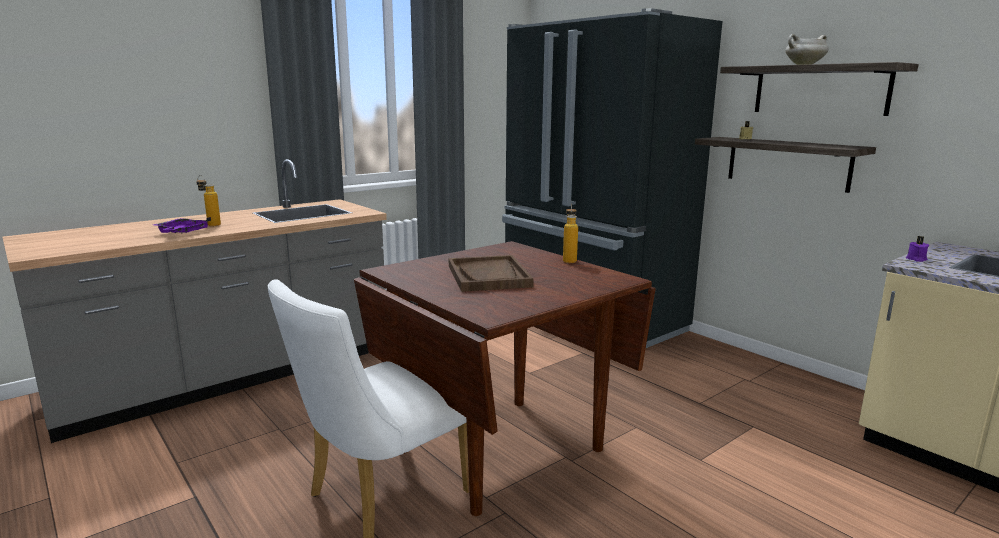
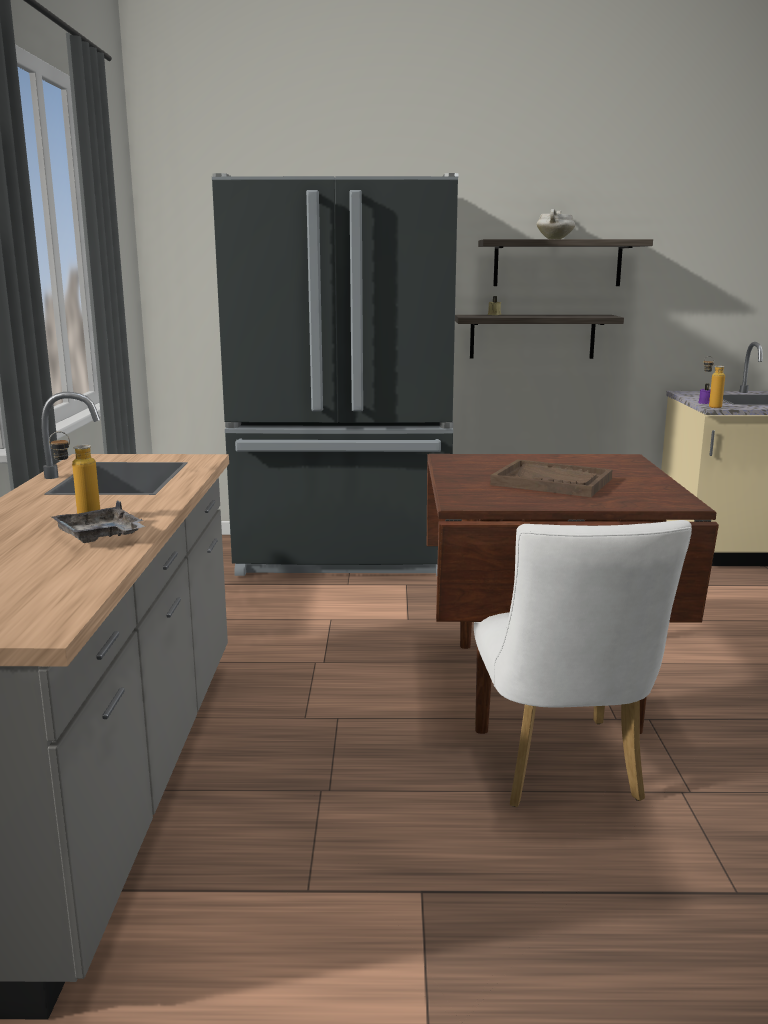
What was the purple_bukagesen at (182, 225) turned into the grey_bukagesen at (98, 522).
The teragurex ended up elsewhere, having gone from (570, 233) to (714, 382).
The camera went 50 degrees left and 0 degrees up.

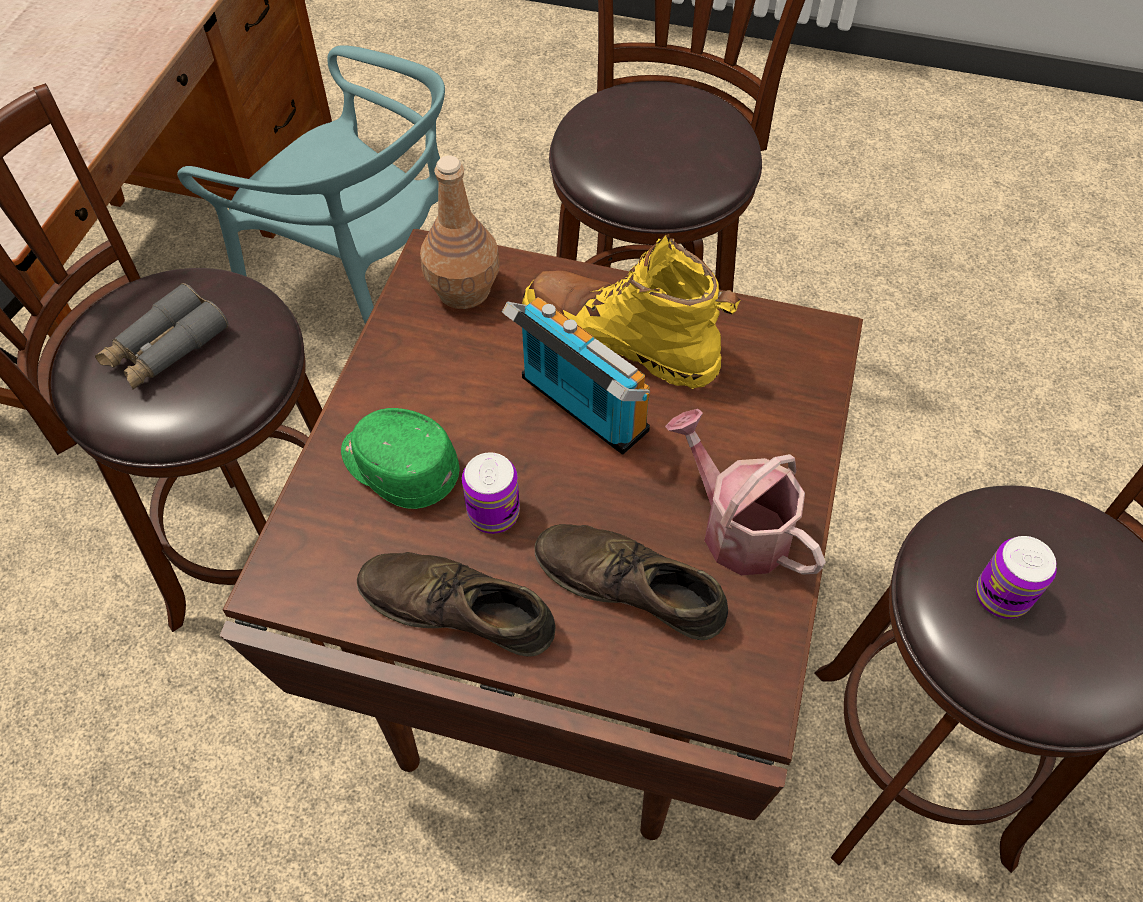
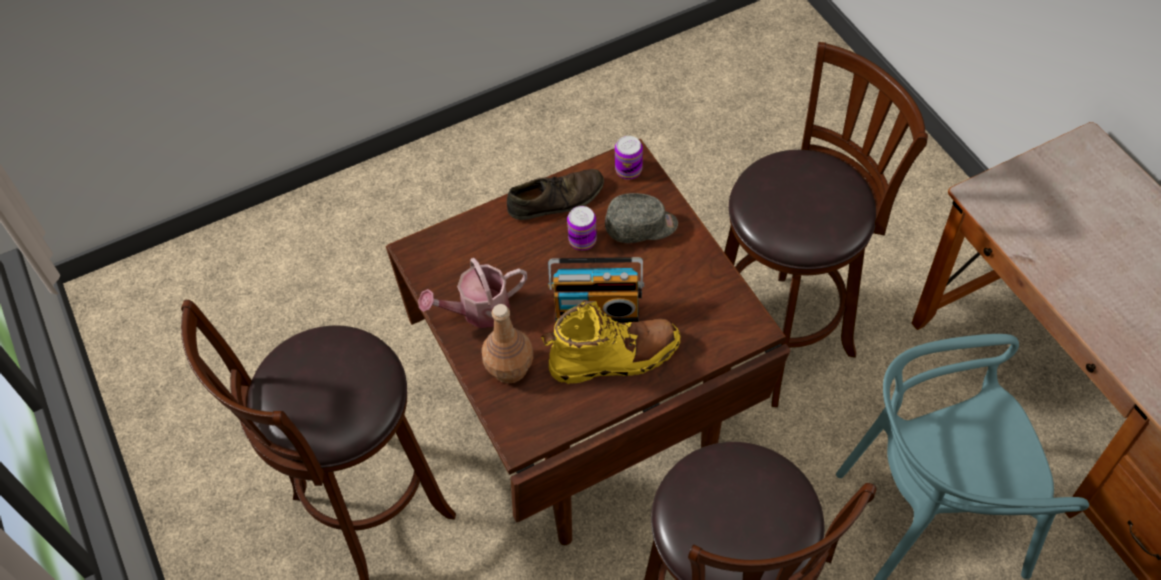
The second view lost the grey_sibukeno at (161, 336).
What was the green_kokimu at (400, 458) turned into the grey_kokimu at (641, 218).
The brown_teragurex ended up elsewhere, having gone from (460, 232) to (507, 343).
The second view lost the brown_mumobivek at (631, 582).
The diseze at (745, 492) ended up facing another way, 150 degrees clockwise from before.
The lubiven ended up elsewhere, having gone from (1016, 577) to (629, 158).
The camera went 140 degrees right and 0 degrees up.

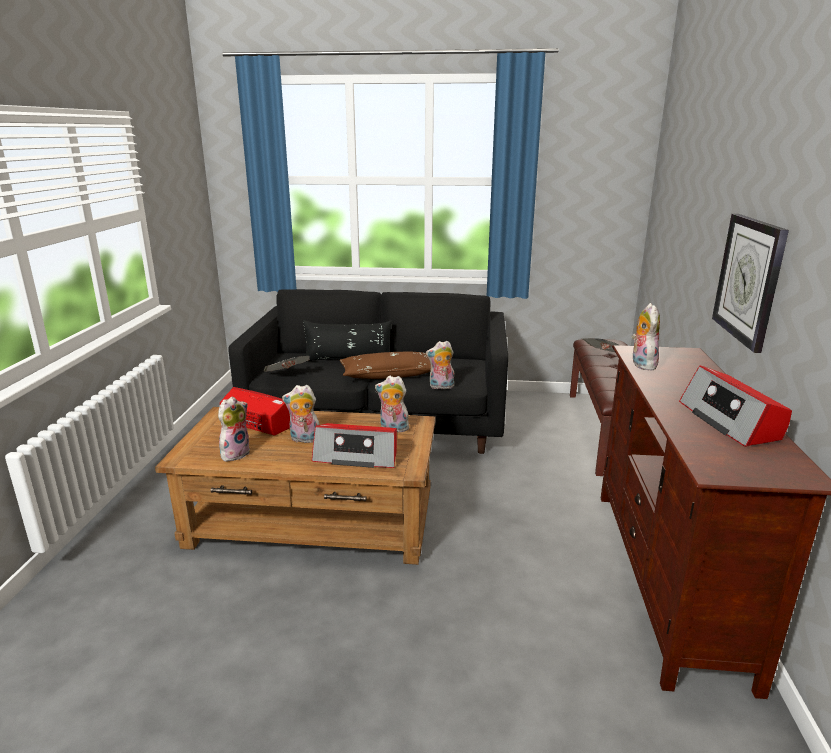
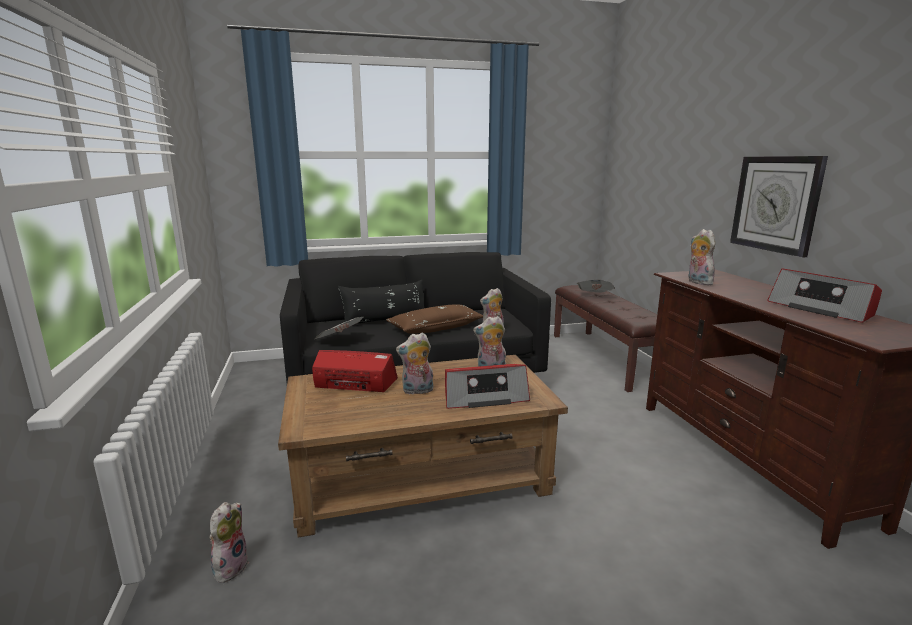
The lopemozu ended up elsewhere, having gone from (234, 429) to (229, 542).
The camera went 20 degrees left and 5 degrees down.

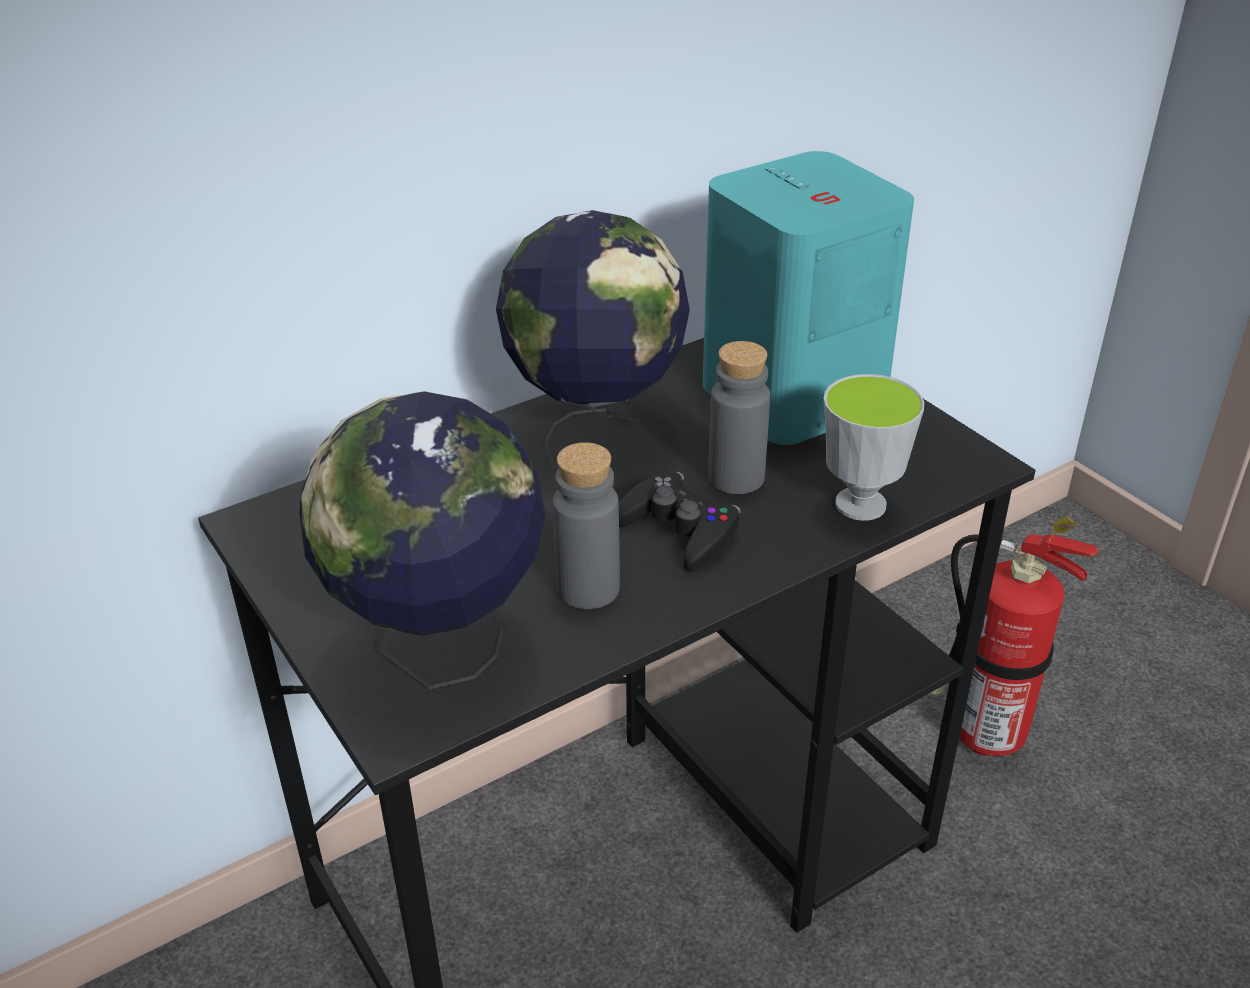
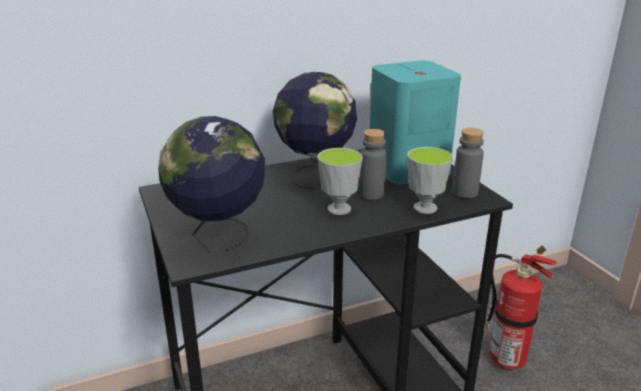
The grey_teragurex ended up elsewhere, having gone from (586, 525) to (468, 163).
Where the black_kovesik stood at (680, 521), the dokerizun came to stand at (340, 181).
The camera went 10 degrees right and 10 degrees down.

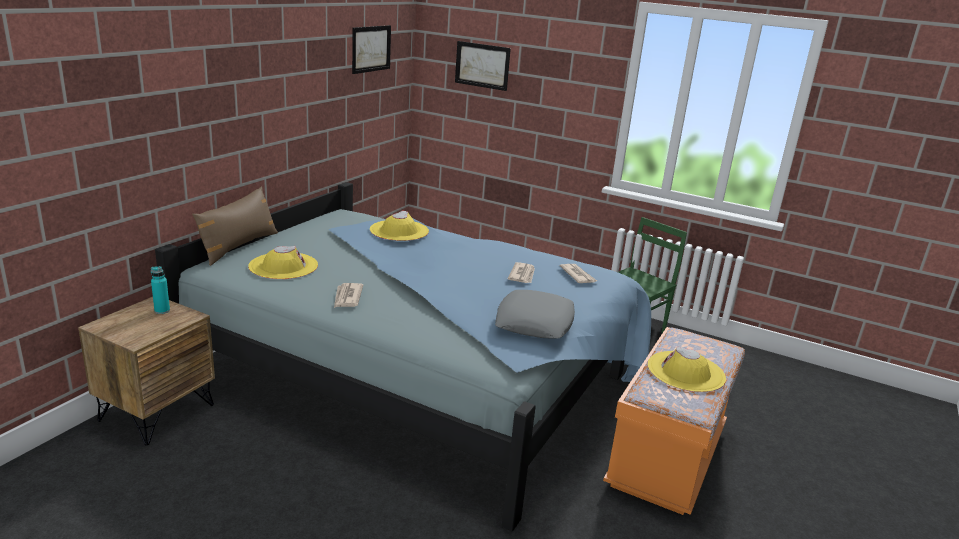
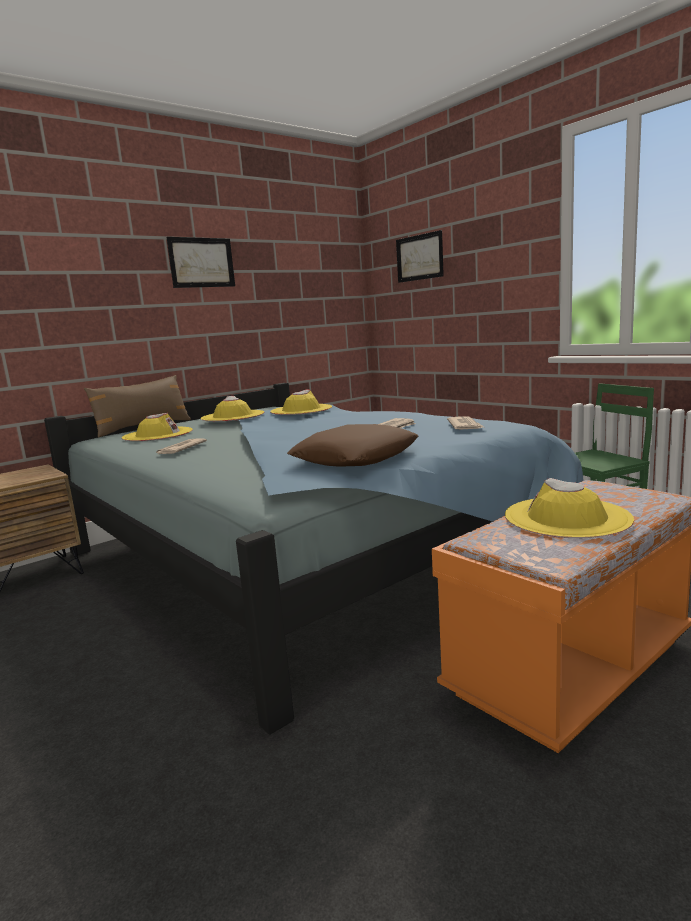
The second view lost the turquoise_teragurex at (160, 290).
The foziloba ended up elsewhere, having gone from (371, 49) to (200, 262).
What was the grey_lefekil at (535, 314) turned into the brown_lefekil at (352, 445).
The second view gained the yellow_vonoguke at (232, 409).
The camera went 25 degrees right and 10 degrees down.

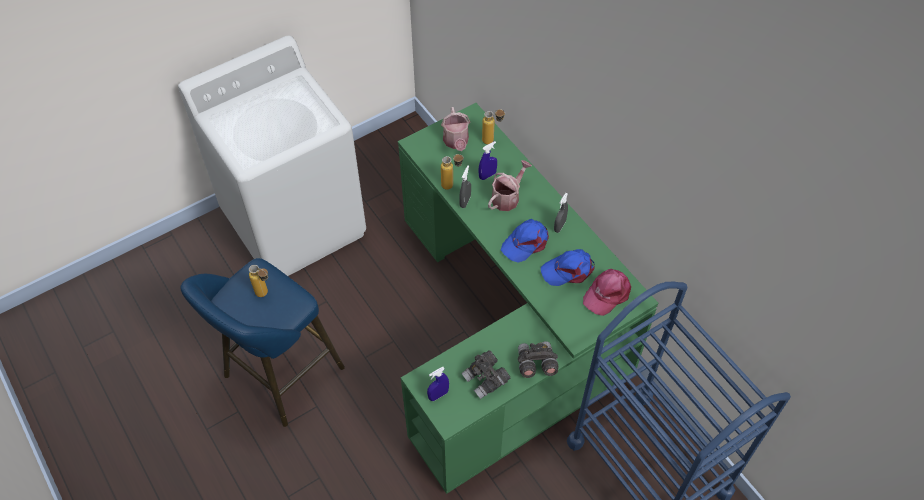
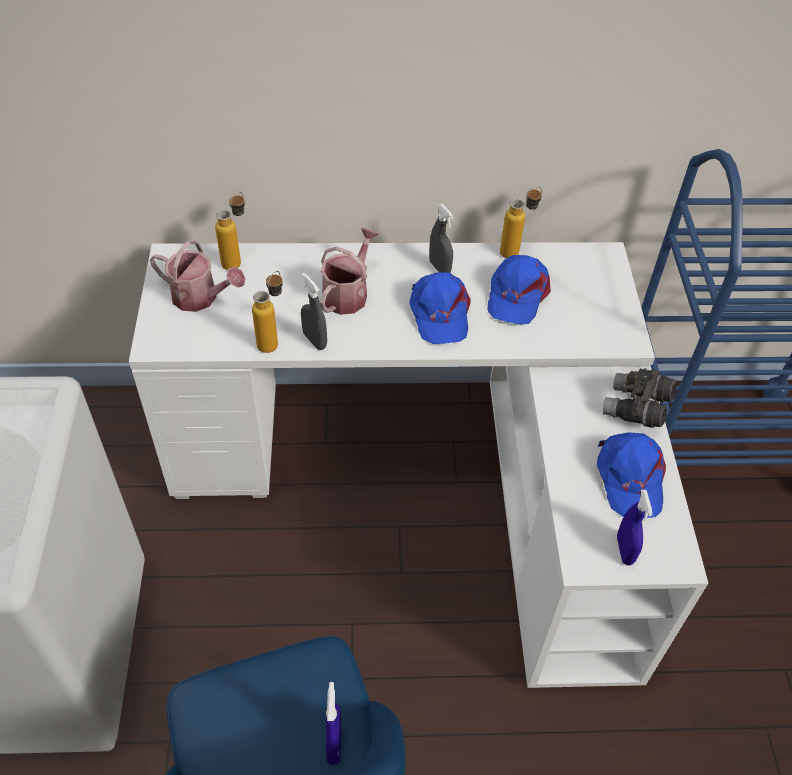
The teragurex ended up elsewhere, having gone from (258, 281) to (521, 222).
What was the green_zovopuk at (528, 298) turned into the white_zovopuk at (418, 465).
Where the grey_sibukeno stood at (485, 374), the blue_kokimu came to stand at (631, 475).
The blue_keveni ended up elsewhere, having gone from (487, 160) to (333, 723).
The diseze at (510, 185) ended up facing another way, 45 degrees clockwise from before.
The second view lost the pink_kokimu at (607, 292).
The camera went 60 degrees left and 5 degrees down.

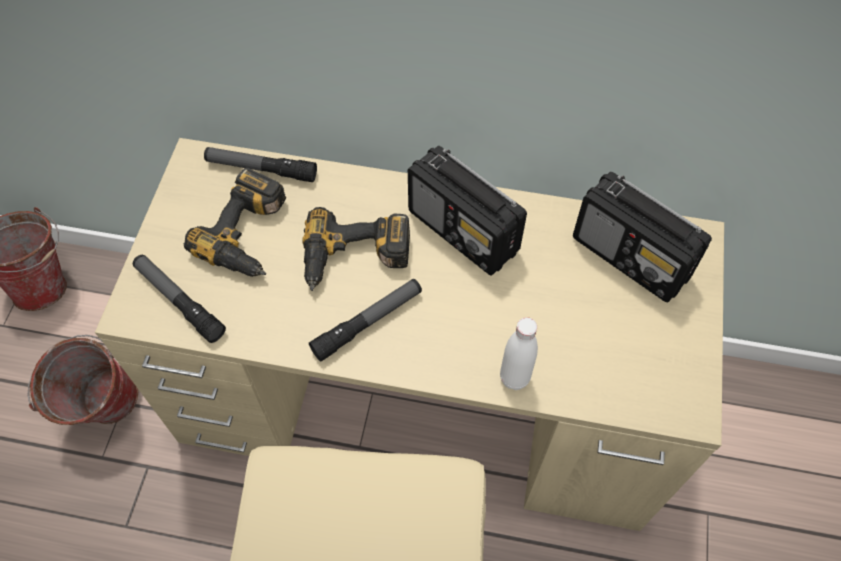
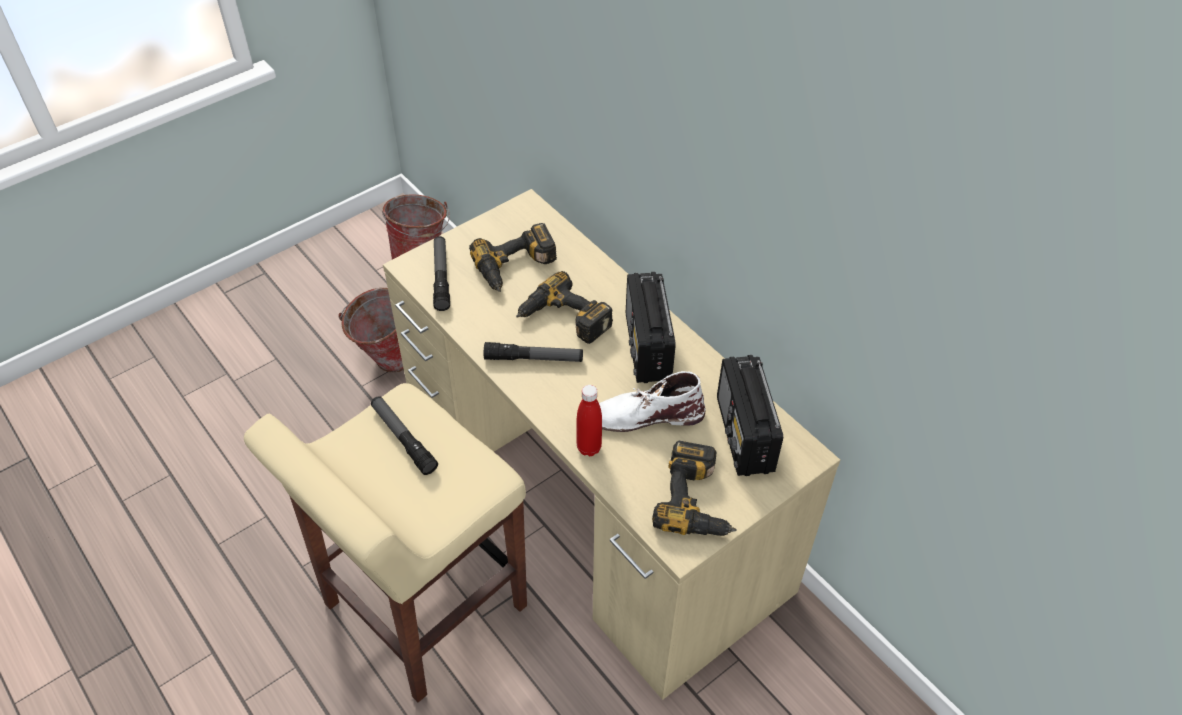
The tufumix ended up elsewhere, having gone from (260, 164) to (404, 435).
What was the white_teragurex at (519, 353) turned into the red_teragurex at (589, 420).
The second view gained the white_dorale at (652, 401).
The second view gained the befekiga at (694, 488).
The camera went 40 degrees right and 10 degrees down.

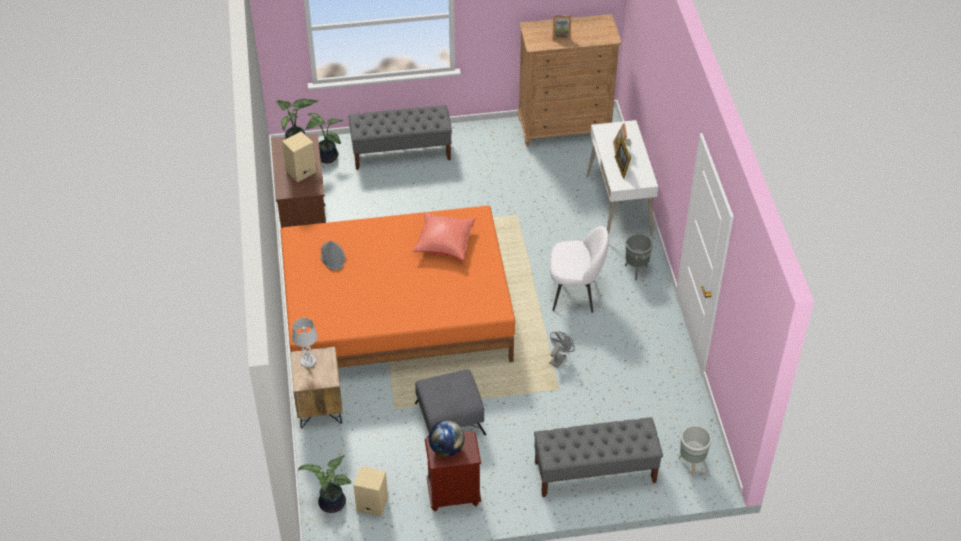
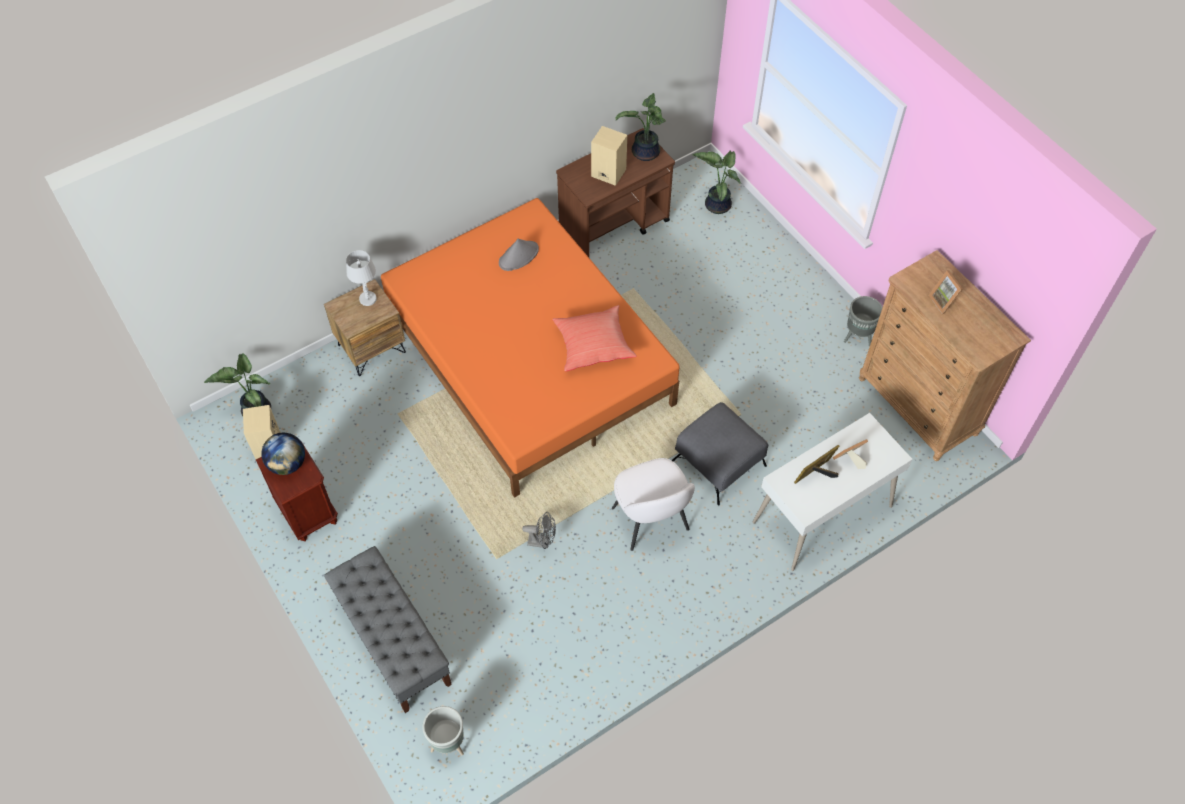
The second view lost the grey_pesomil at (400, 137).
The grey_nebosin ended up elsewhere, having gone from (450, 402) to (719, 454).
The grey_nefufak ended up elsewhere, having gone from (639, 256) to (863, 321).
The camera went 65 degrees right and 10 degrees up.

